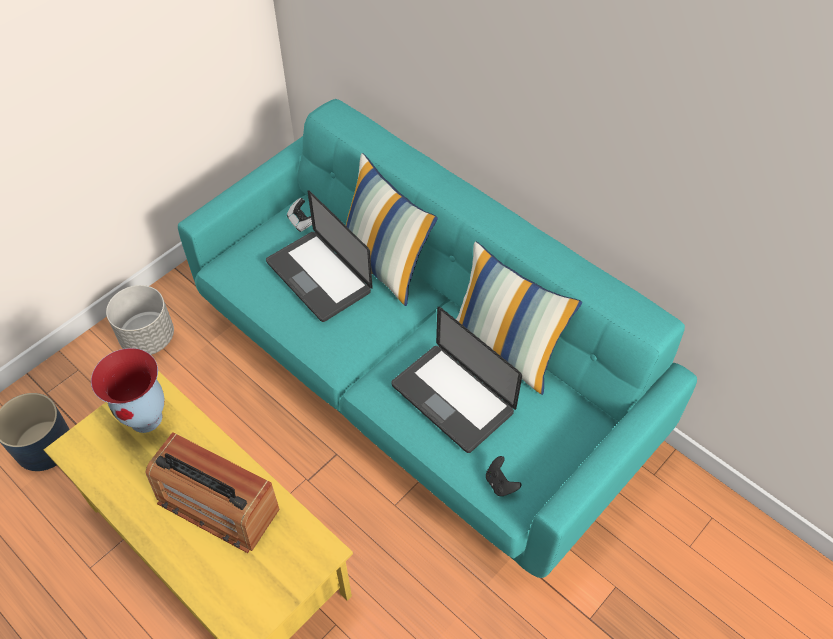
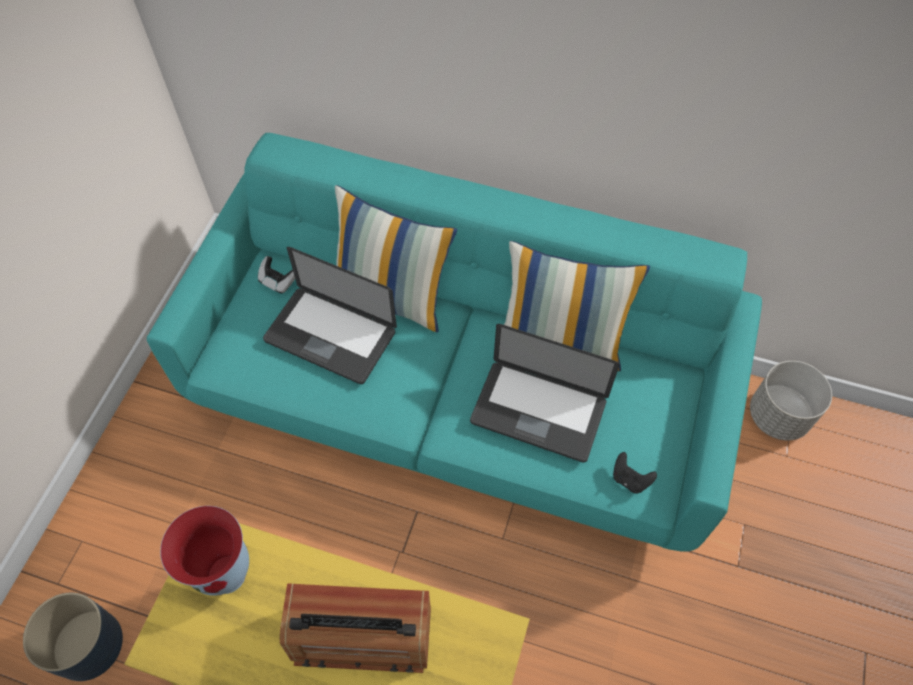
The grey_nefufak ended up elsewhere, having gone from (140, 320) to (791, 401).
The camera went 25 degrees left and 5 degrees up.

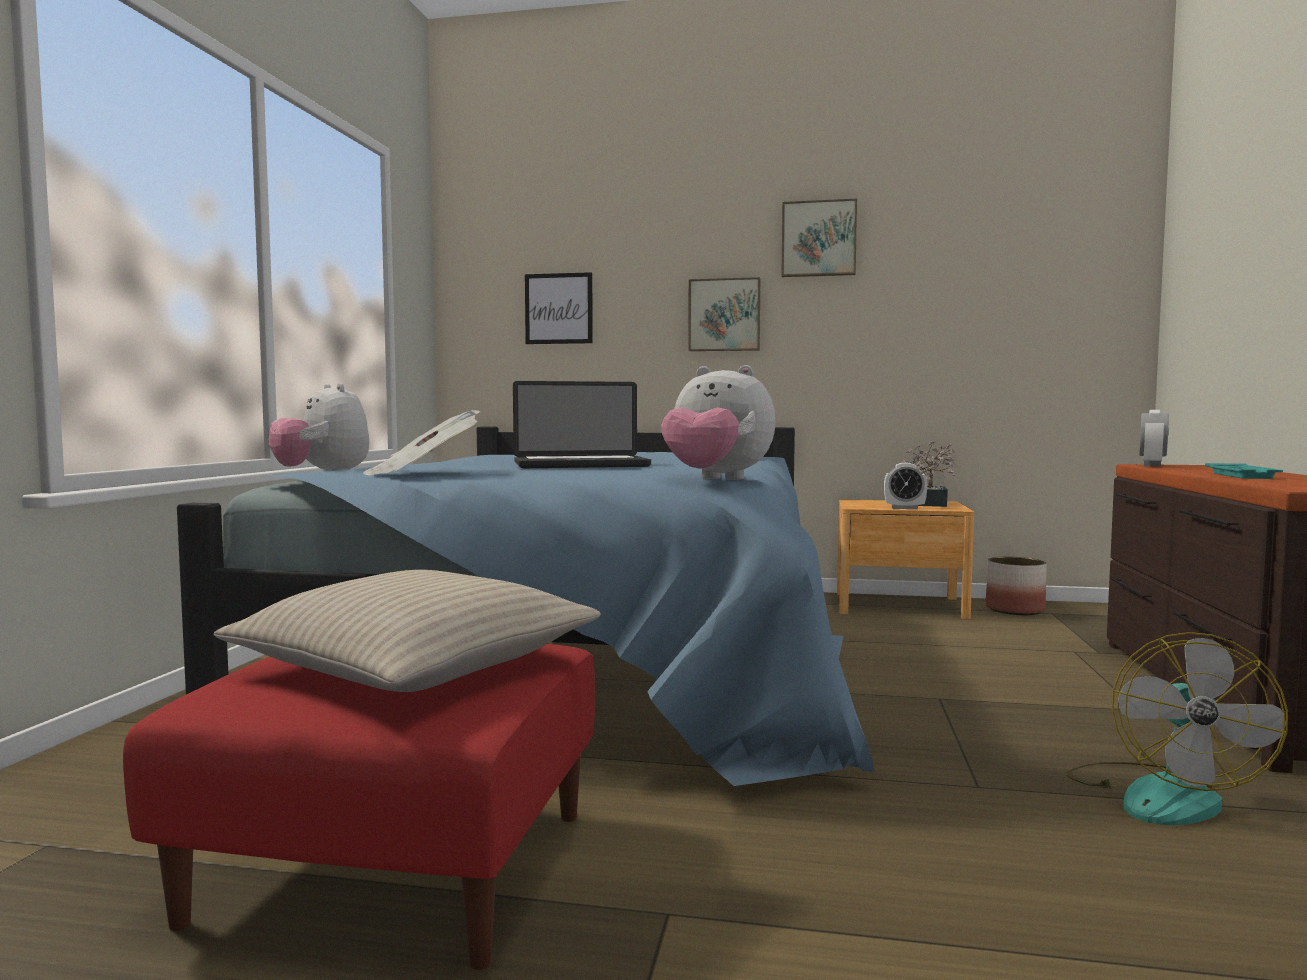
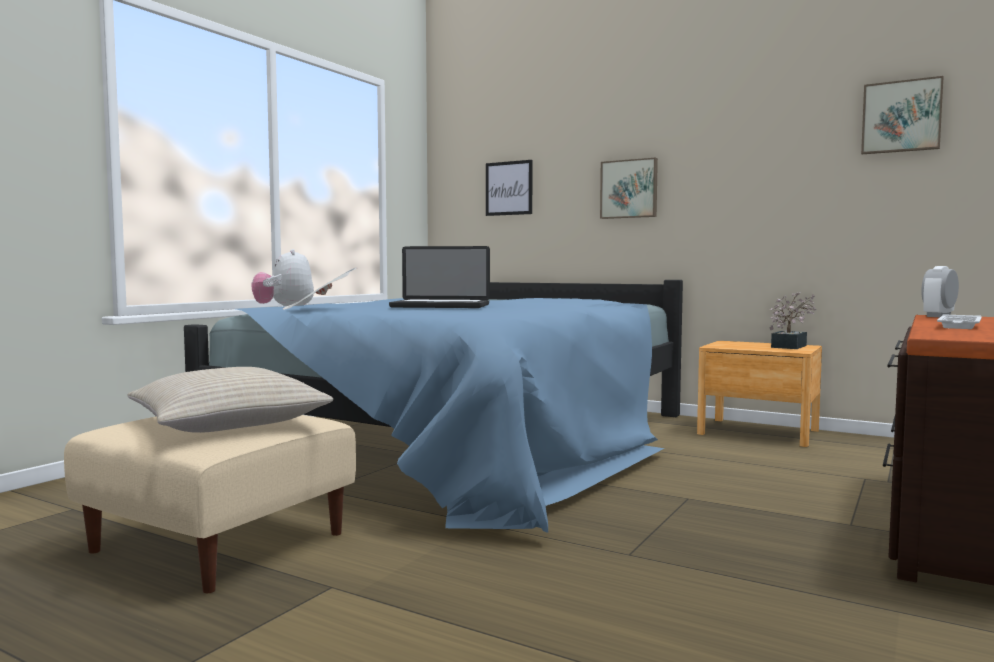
What was the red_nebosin at (359, 807) turned into the beige_nebosin at (210, 504).
The second view lost the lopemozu at (718, 422).
The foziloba ended up elsewhere, having gone from (819, 238) to (902, 115).
The second view lost the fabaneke at (905, 486).
The second view lost the nefufak at (1016, 586).
The second view lost the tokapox at (1177, 728).
What was the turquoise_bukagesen at (1244, 471) turned into the white_bukagesen at (959, 321).
The camera went 20 degrees right and 0 degrees up.

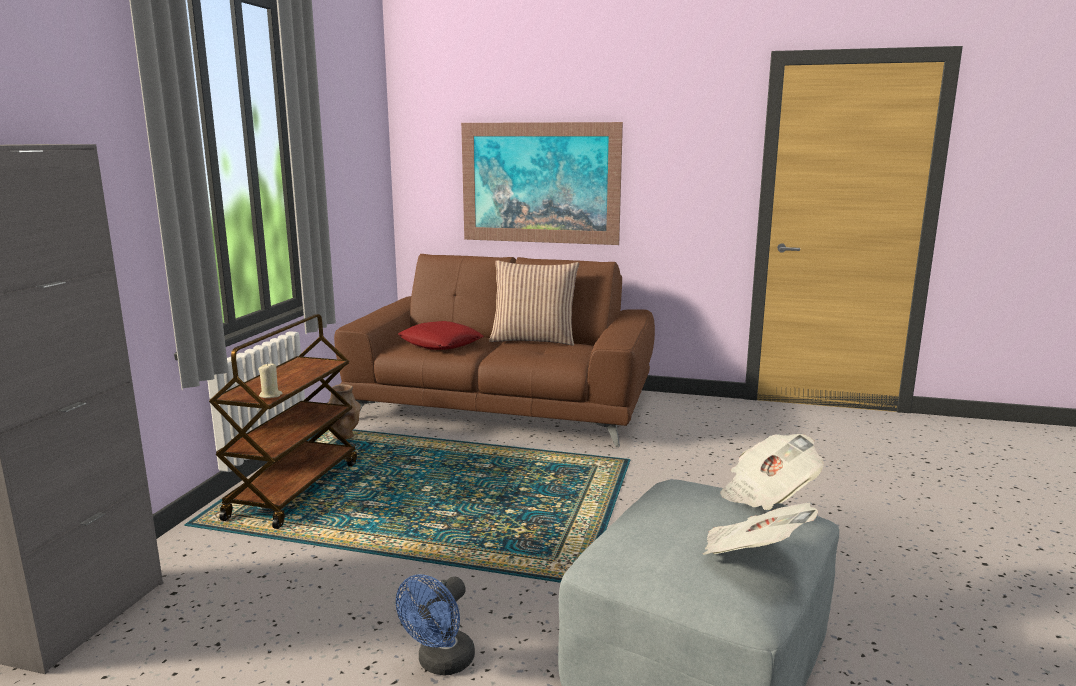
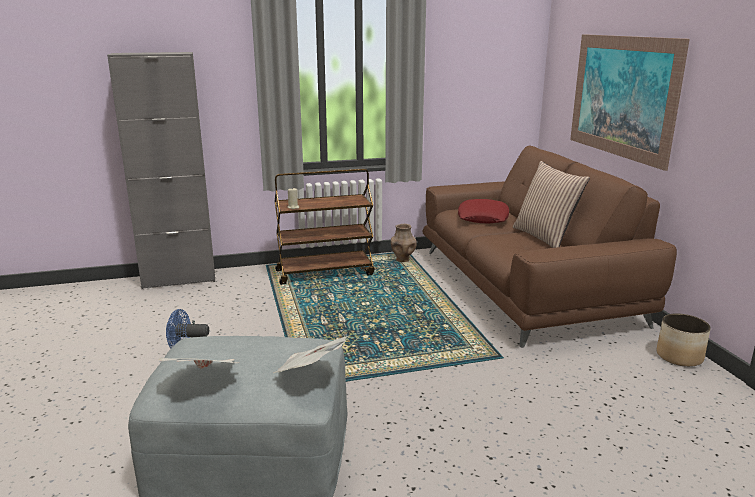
The second view gained the nefufak at (684, 340).
The camera went 60 degrees right and 5 degrees up.

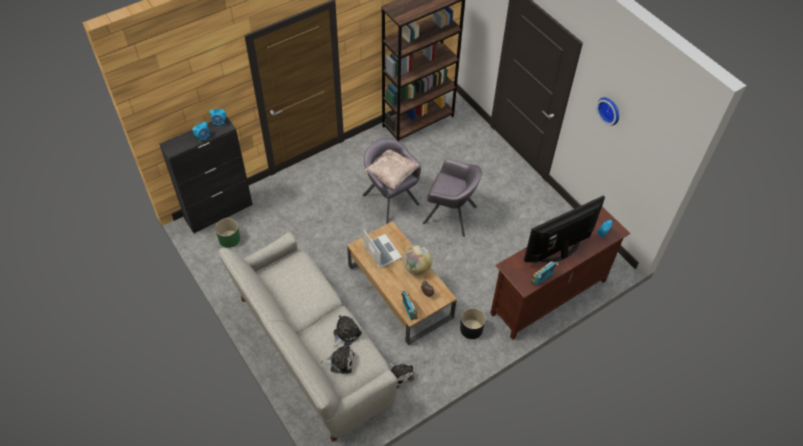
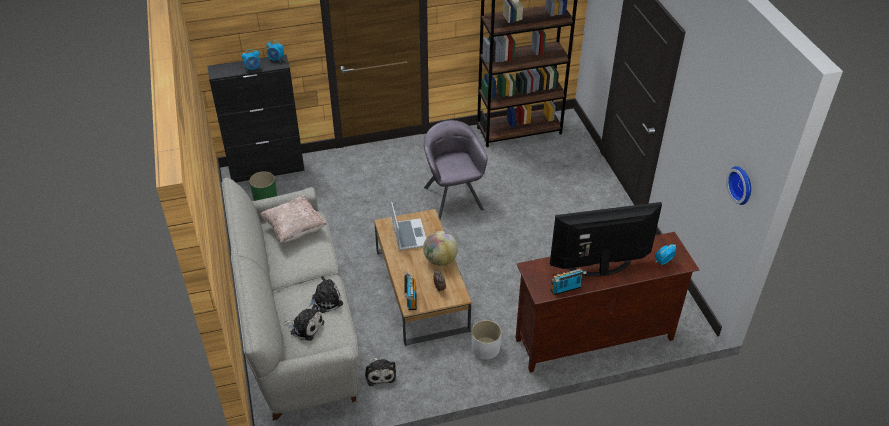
The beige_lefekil ended up elsewhere, having gone from (391, 169) to (294, 219).
The second view lost the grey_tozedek at (452, 198).
What was the black_nefufak at (473, 323) turned into the white_nefufak at (487, 340).
The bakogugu ended up elsewhere, having gone from (607, 111) to (738, 185).
The camera went 20 degrees right and 10 degrees down.

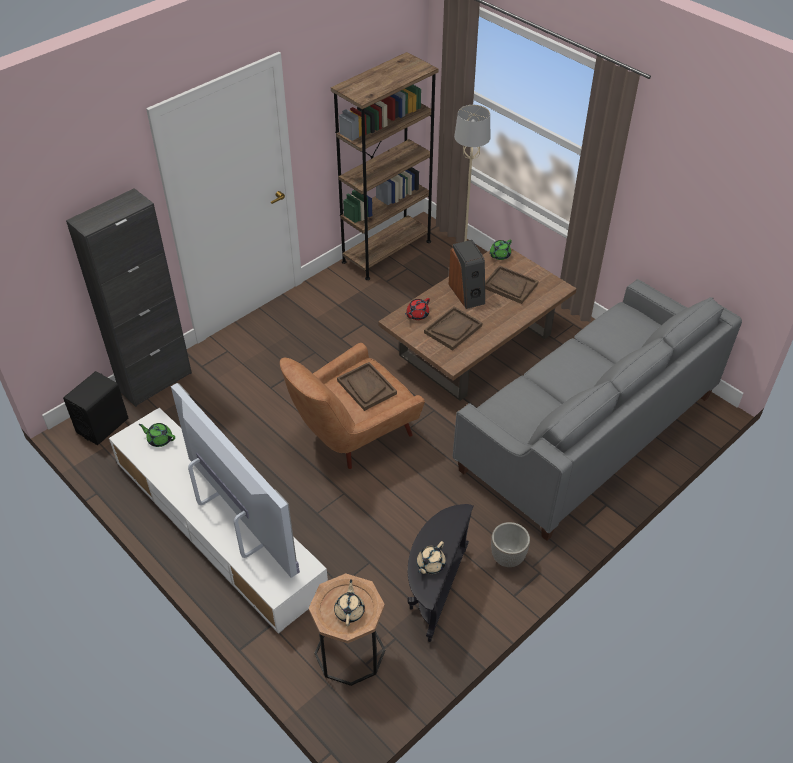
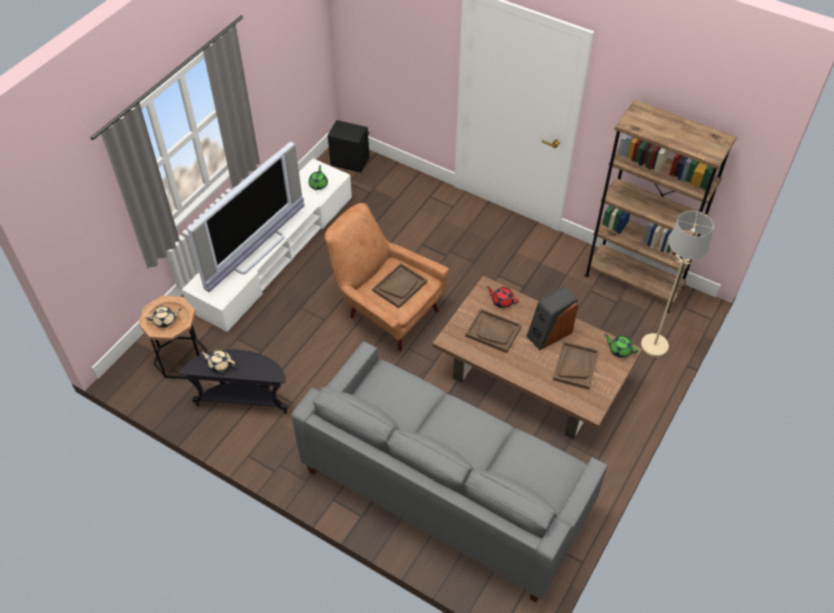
The second view lost the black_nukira at (129, 297).
The second view lost the nefufak at (510, 544).
The camera went 75 degrees right and 5 degrees up.

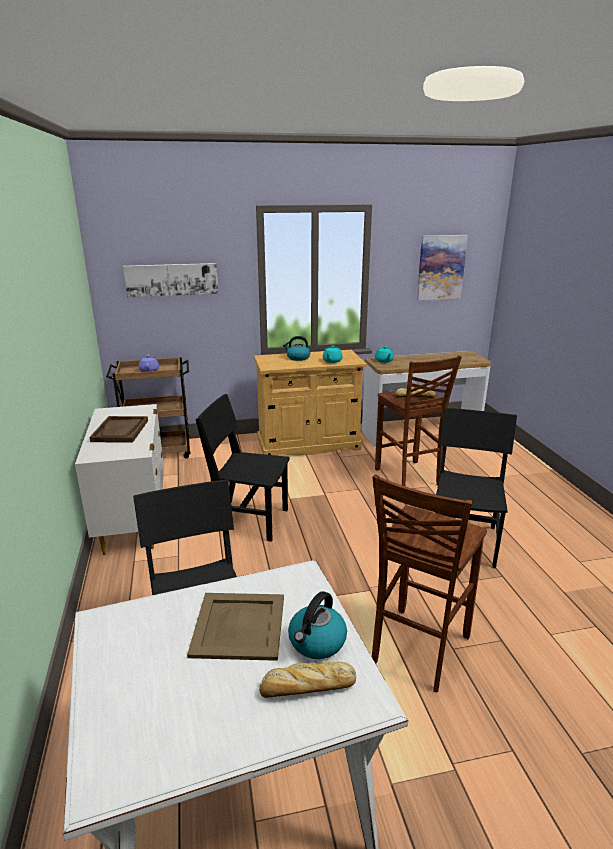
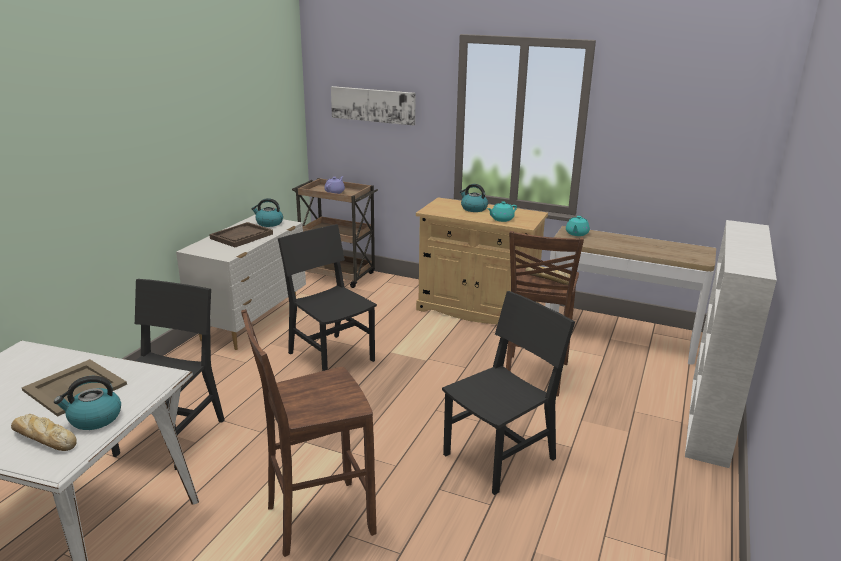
The second view lost the foziloba at (442, 267).
The second view gained the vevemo at (267, 212).
The second view gained the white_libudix at (731, 344).
The camera went 35 degrees right and 0 degrees up.

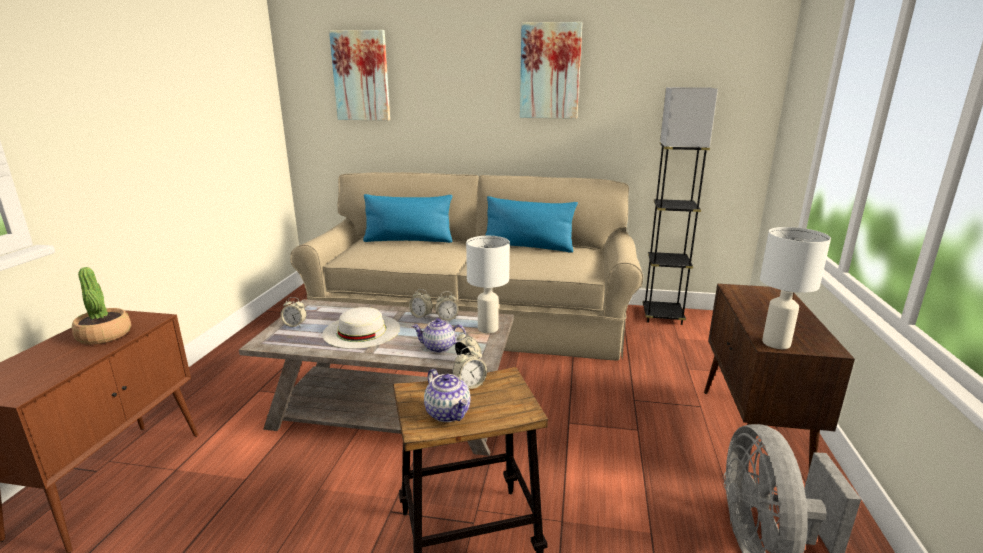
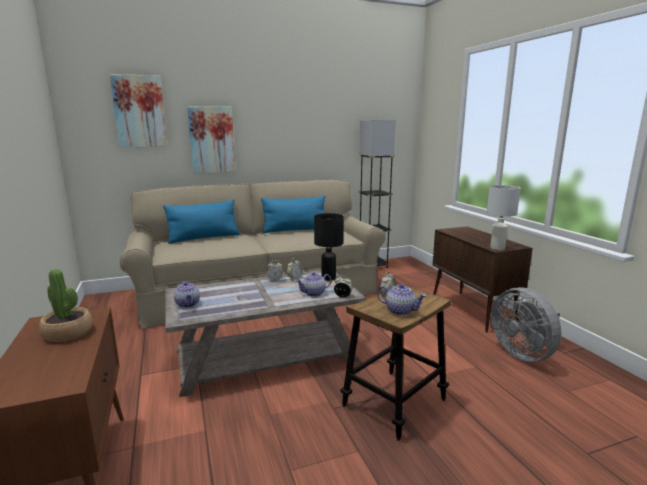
Where the fabaneke stood at (293, 312), the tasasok came to stand at (187, 294).
The second view lost the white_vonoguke at (361, 328).
What was the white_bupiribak at (488, 284) turned into the black_bupiribak at (329, 247).
The foziloba ended up elsewhere, having gone from (551, 70) to (211, 139).
The camera went 30 degrees left and 5 degrees down.

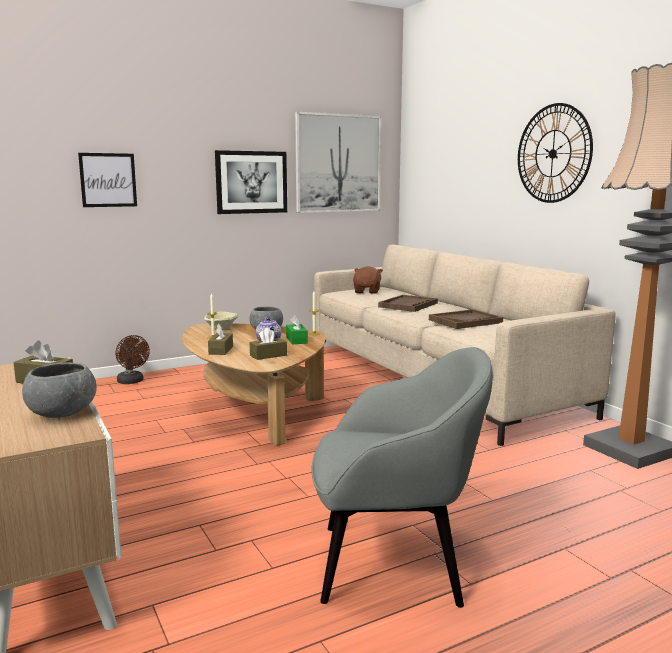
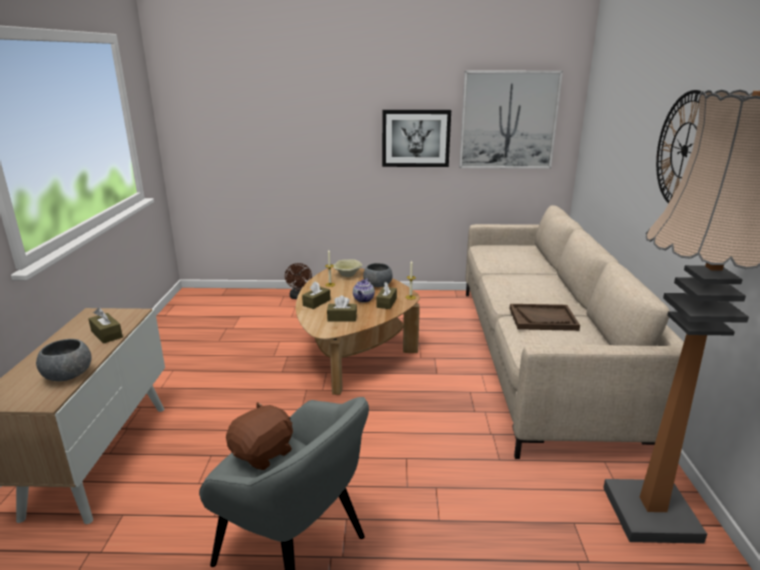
The second view lost the foziloba at (107, 180).
What was the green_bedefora at (297, 329) turned into the brown_bedefora at (386, 295).
The brown_lopemozu ended up elsewhere, having gone from (368, 280) to (259, 436).
The second view lost the brown_bukagesen at (408, 303).
The camera went 30 degrees right and 10 degrees up.

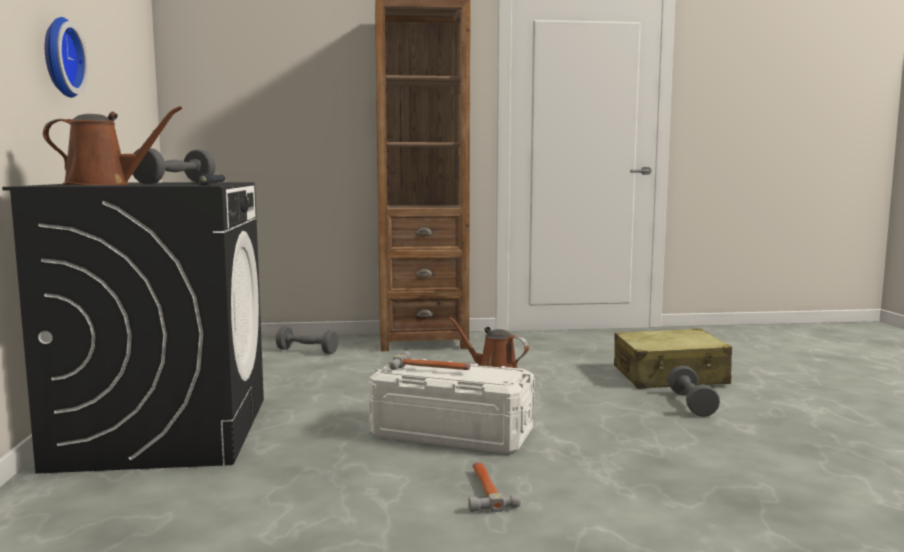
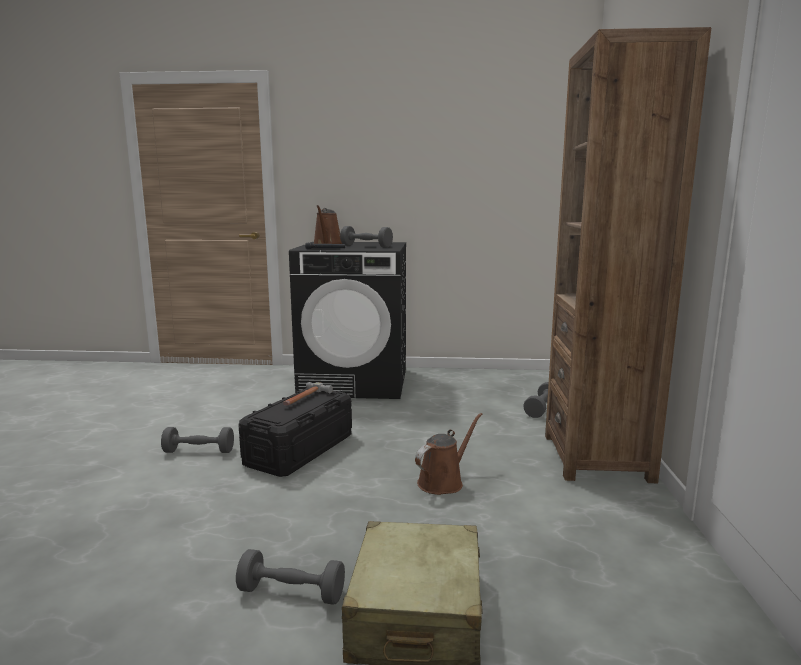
The second view lost the bakogugu at (66, 57).
What was the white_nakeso at (452, 406) turned into the black_nakeso at (295, 432).
Where the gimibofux stood at (494, 487), the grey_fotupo came to stand at (197, 440).
The camera went 100 degrees right and 5 degrees up.

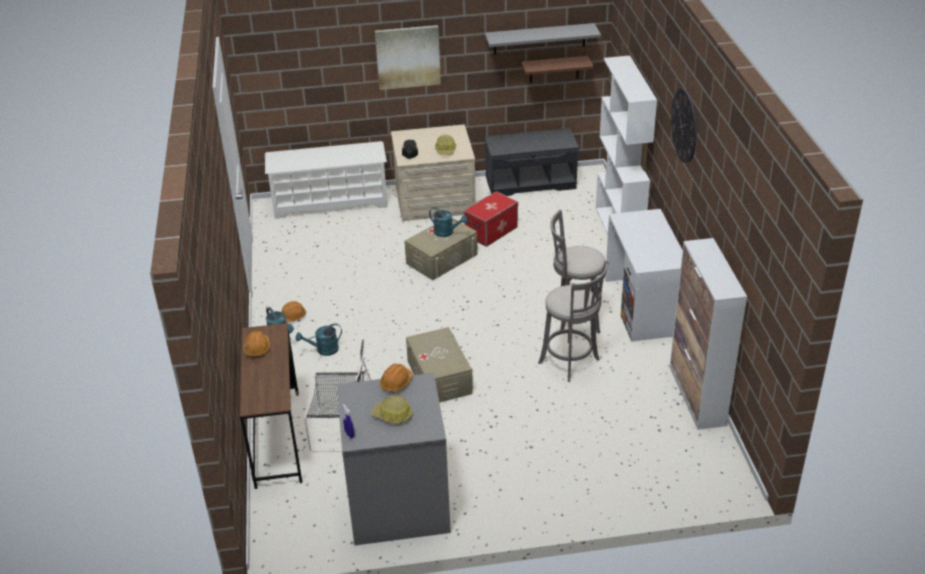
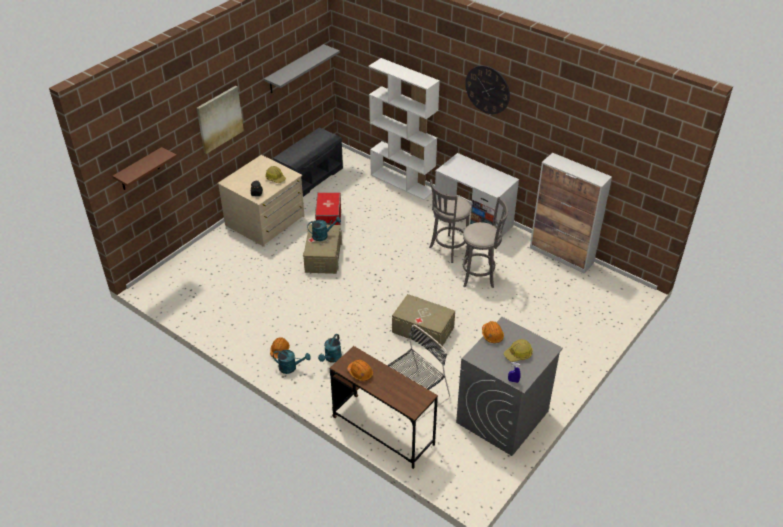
The second view lost the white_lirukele at (326, 180).
The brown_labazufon ended up elsewhere, having gone from (557, 69) to (145, 168).
The camera went 45 degrees left and 5 degrees up.

